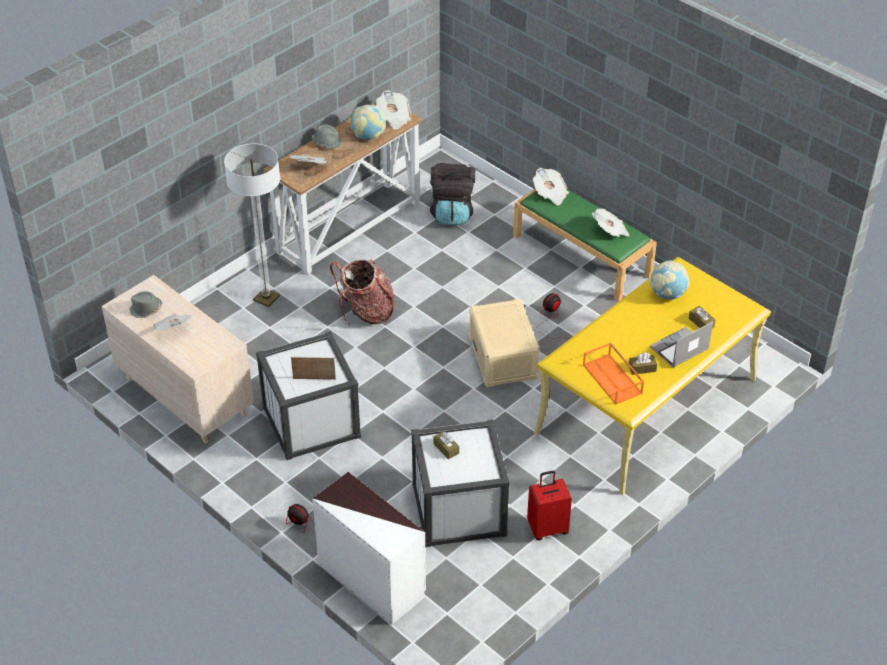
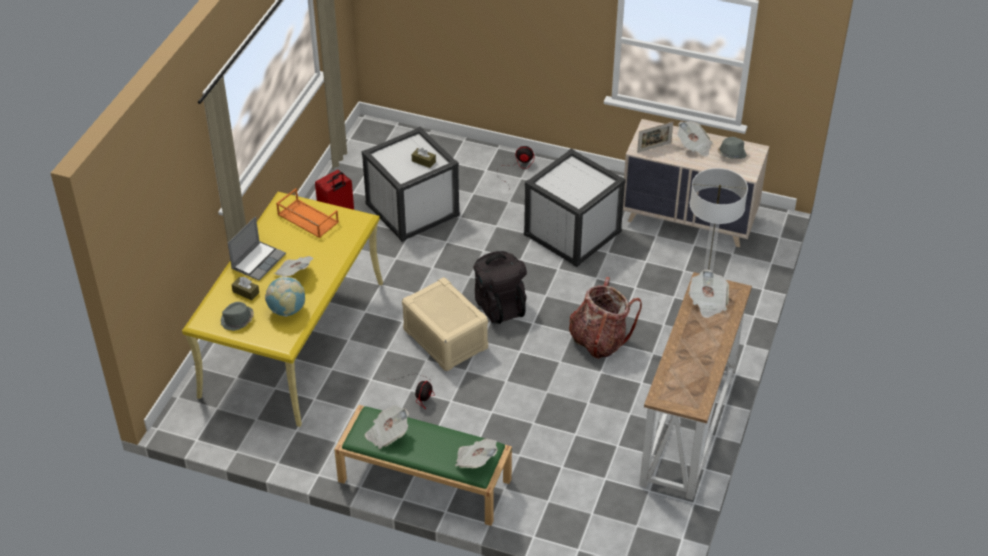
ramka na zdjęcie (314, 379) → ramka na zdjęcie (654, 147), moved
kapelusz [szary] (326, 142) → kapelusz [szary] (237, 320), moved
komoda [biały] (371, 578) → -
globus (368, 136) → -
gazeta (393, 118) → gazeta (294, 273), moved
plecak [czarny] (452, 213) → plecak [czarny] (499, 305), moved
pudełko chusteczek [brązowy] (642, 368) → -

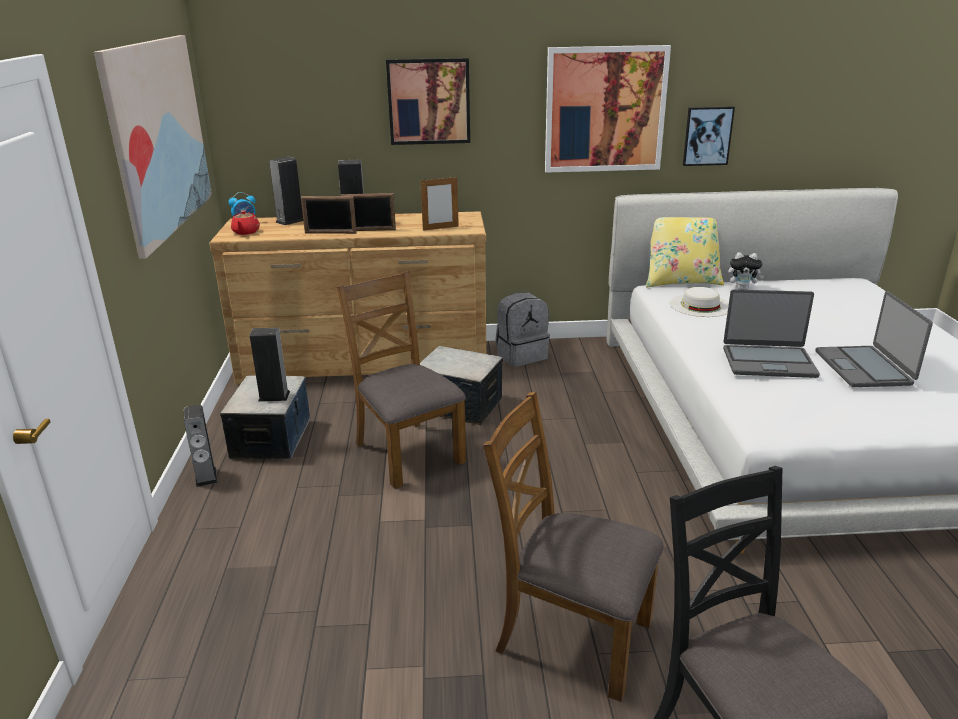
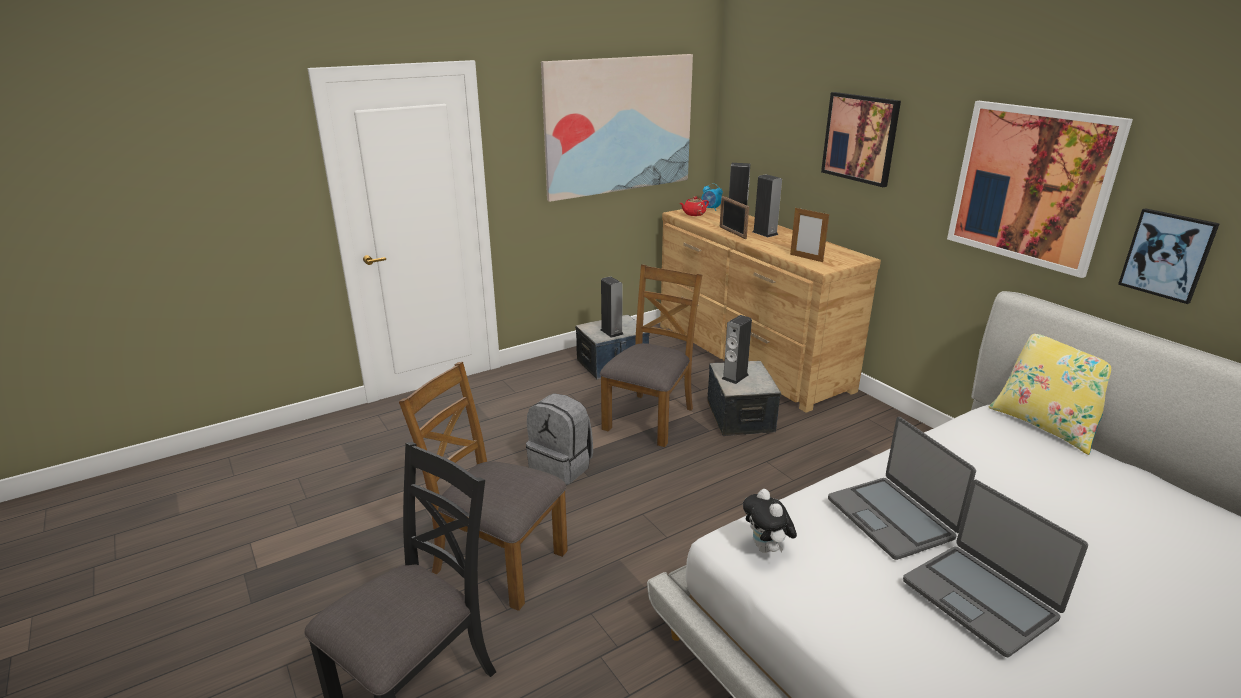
głośnik (206, 477) → głośnik (735, 377), moved
ramka na zdjęcie (370, 230) → -
krzesło [brązowy] (572, 636) → krzesło [brązowy] (498, 561), 60 degrees counterclockwise
plecak [szary] (521, 355) → plecak [szary] (562, 466), moved
kapelusz [biały] (700, 305) → -
pluszak (742, 289) → pluszak (766, 549), moved
laptop (864, 368) → laptop (980, 599), 90 degrees counterclockwise

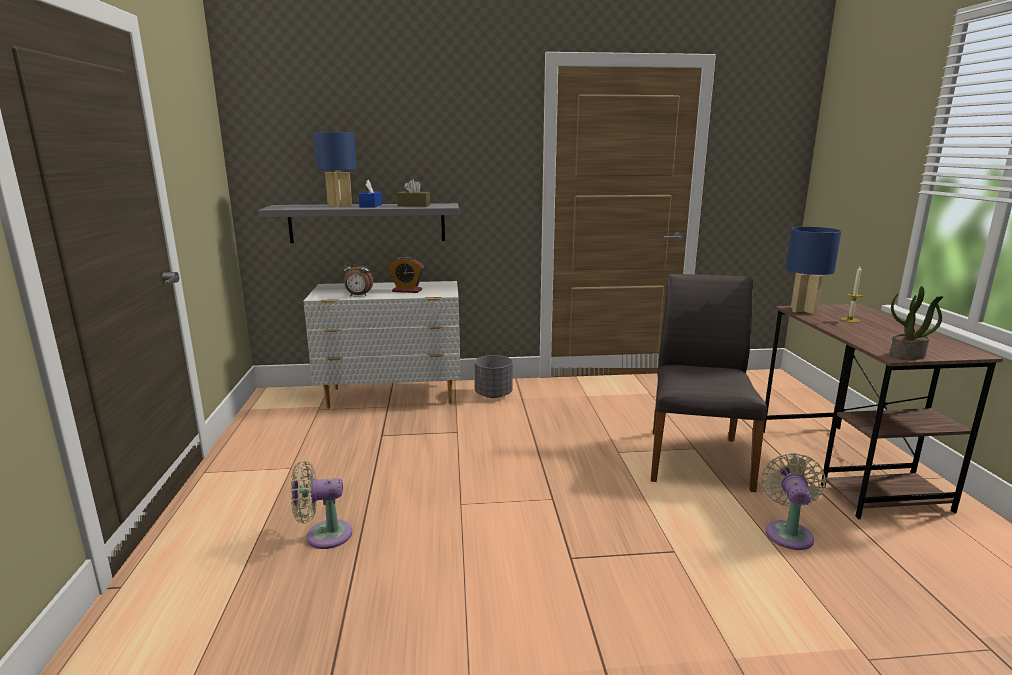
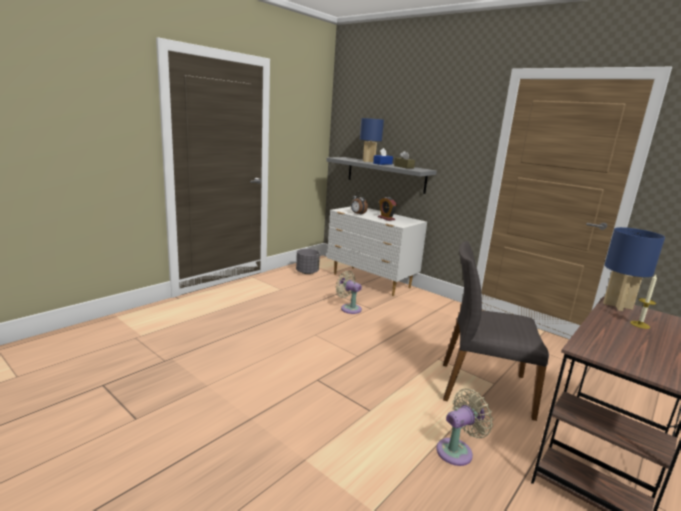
wentylator [beżowy] (324, 535) → wentylator [beżowy] (349, 308), moved
donica [szary] (493, 394) → donica [szary] (307, 272), moved
krzesło [szary] (697, 458) → krzesło [szary] (483, 388), 135 degrees counterclockwise
roślina doniczkowa (907, 356) → -

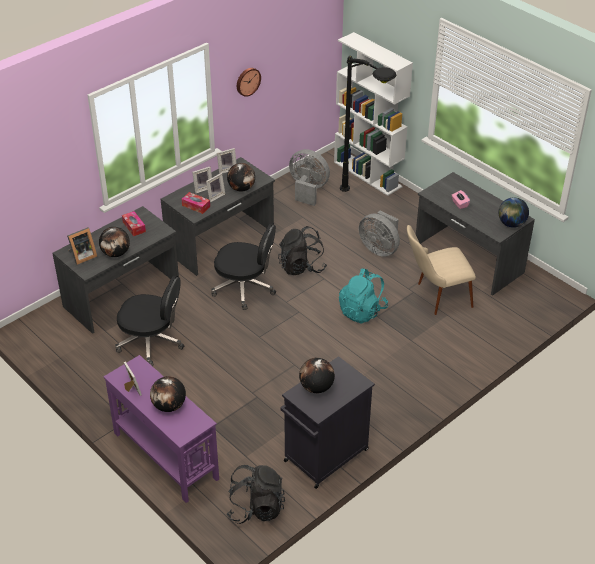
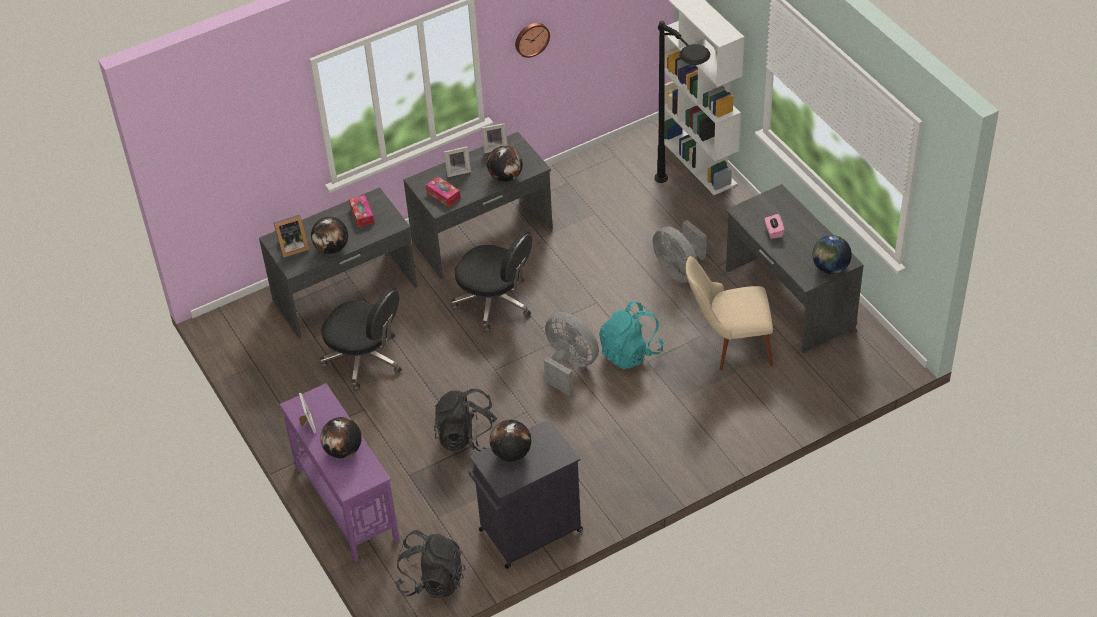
ramka na zdjęcie (215, 196) → -
plecak [czarny] (302, 267) → plecak [czarny] (467, 437), moved
wentylator [szary] (308, 190) → wentylator [szary] (569, 366), moved

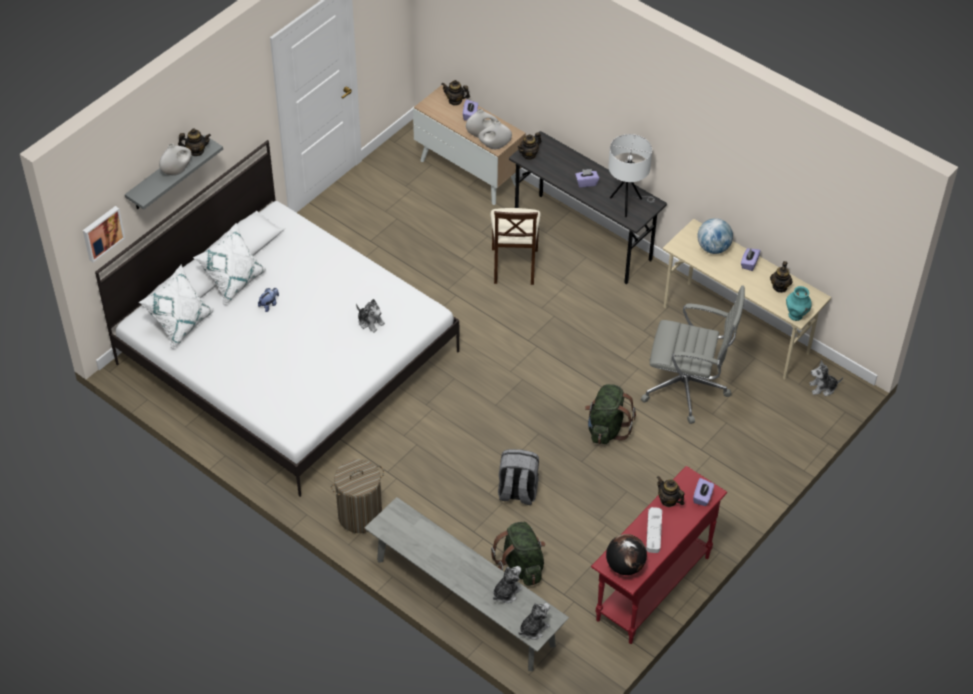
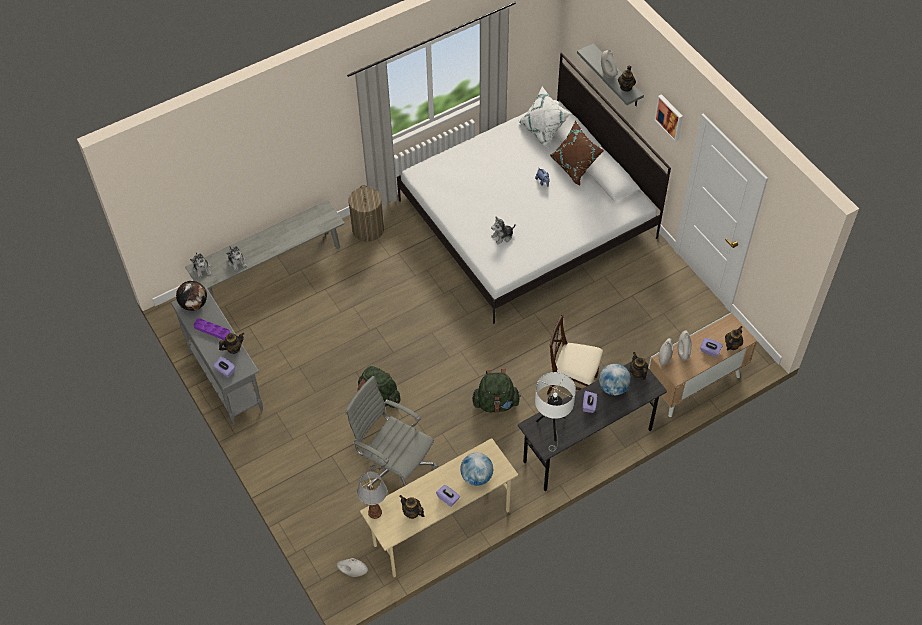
obraz (102, 233) → obraz (670, 117), moved
poduszka [biały] (233, 281) → poduszka [brązowy] (574, 166)
plecak [zielony] (521, 566) → plecak [zielony] (496, 403), moved
plecak [szary] (517, 492) → -
stolik konsolowy [czerwony] (652, 588) → stolik konsolowy [szary] (226, 380)
krzesło biurowe [szary] (687, 388) → krzesło biurowe [szary] (394, 468), 90 degrees clockwise
taca [szary] (654, 531) → taca [fioletowy] (212, 330)
wazon [turkusowy] (796, 316) → lampa stołowa (375, 512)
pluszak (823, 387) → wazon [biały] (353, 572)
- → globus (613, 387)

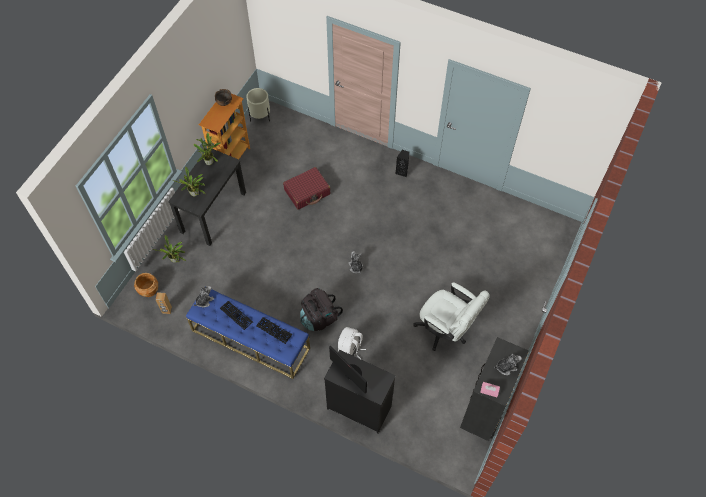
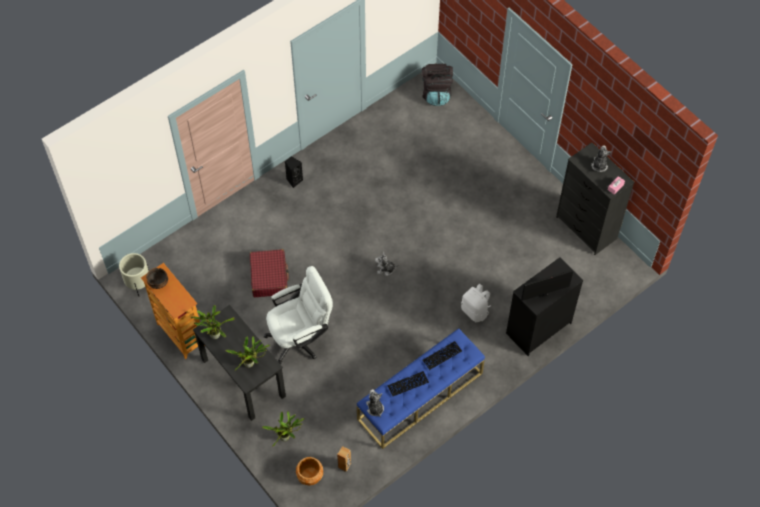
plecak [czarny] (319, 318) → plecak [czarny] (436, 93), moved
krzesło biurowe [biały] (446, 331) → krzesło biurowe [biały] (300, 337), moved

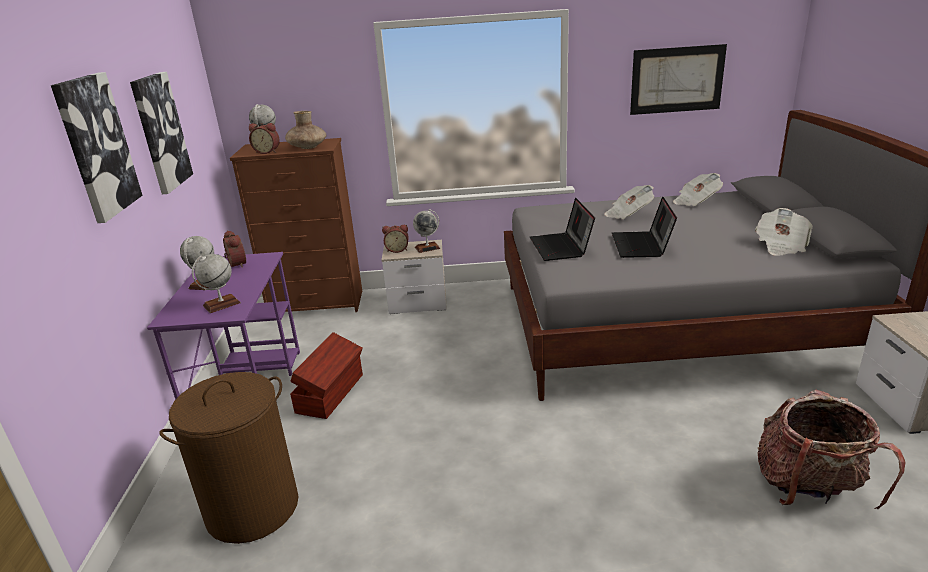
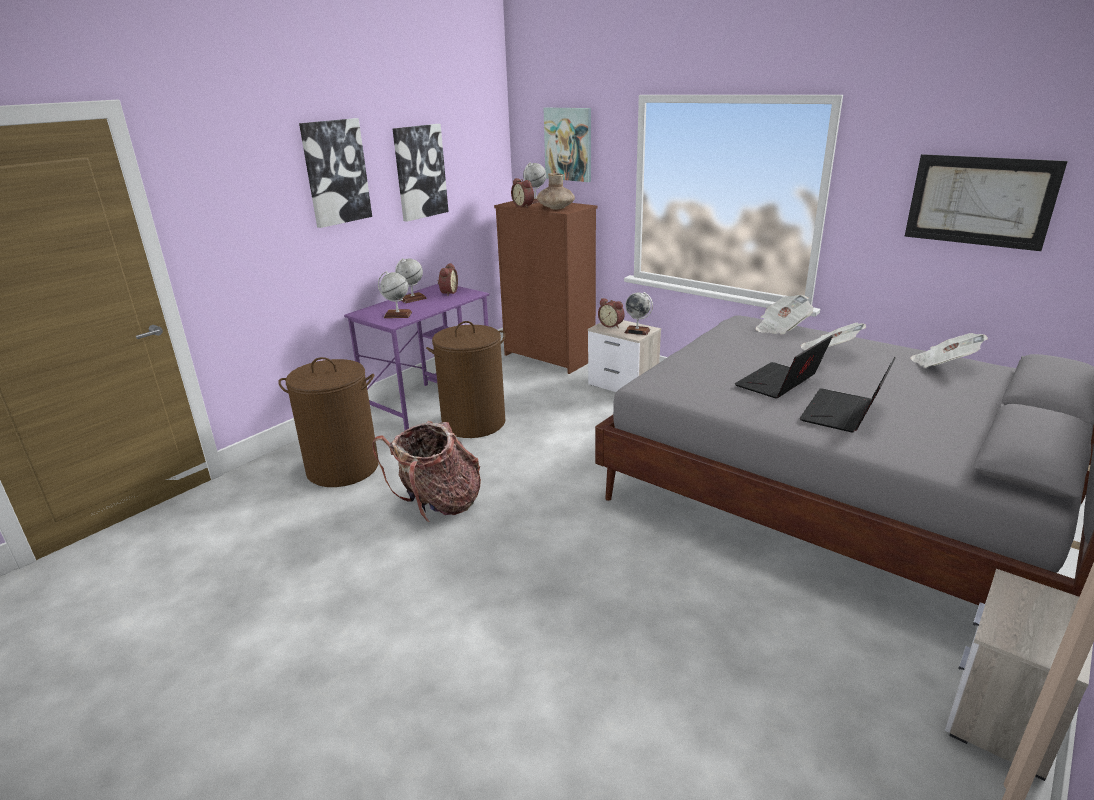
pojemnik do przechowywania [brązowy] (331, 393) → kosz na pranie [brązowy] (473, 423)
laptop (561, 247) → laptop (844, 413), moved
gazeta (780, 246) → gazeta (781, 328), moved
plecak (809, 489) → plecak (438, 505), moved
- → obraz (568, 144)

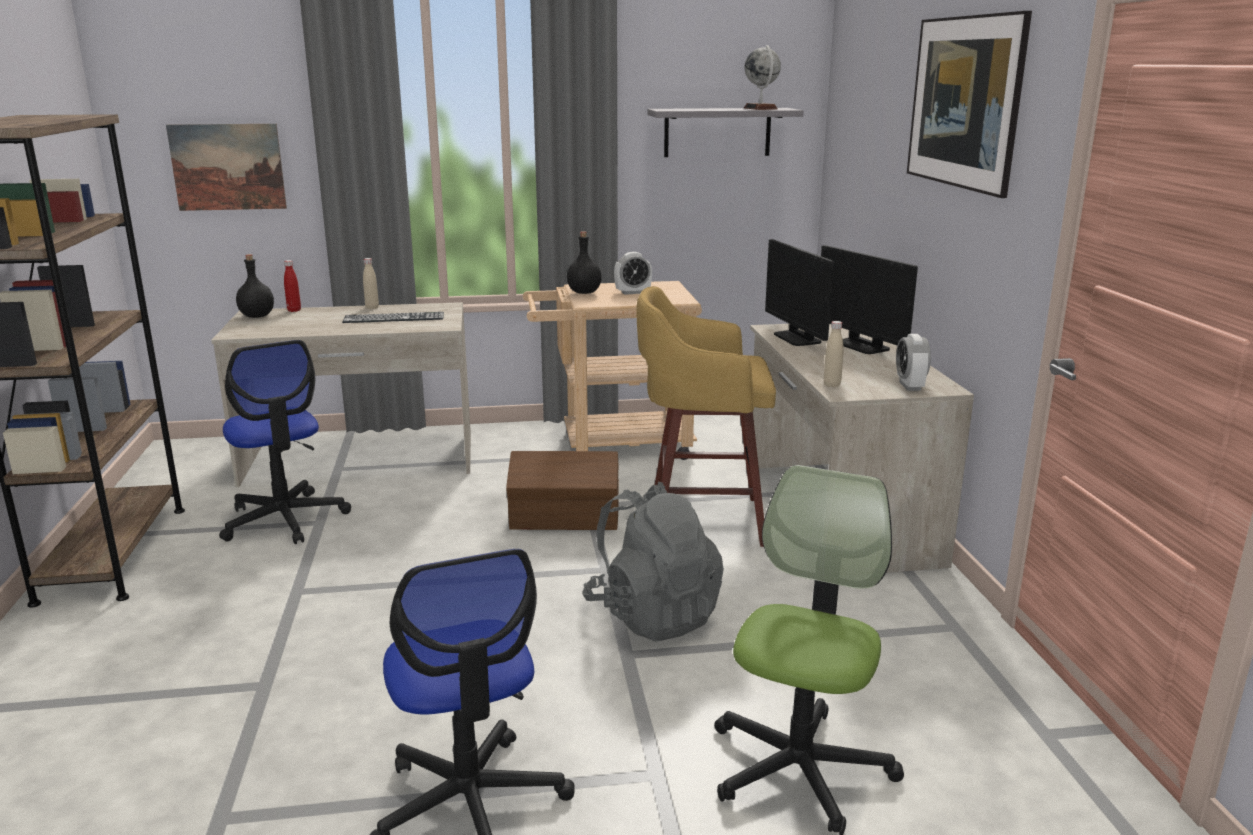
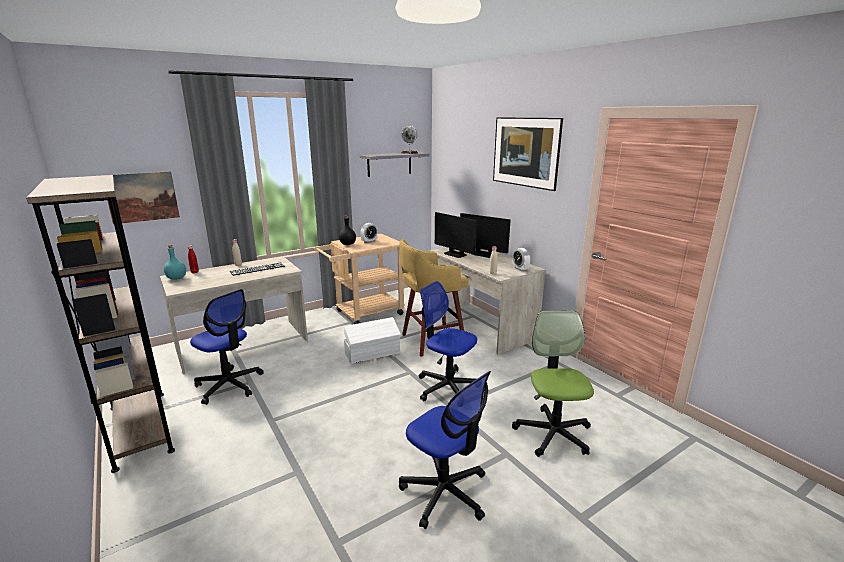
butelka [czarny] (257, 316) → butelka [turkusowy] (176, 278)
pojemnik do przechowywania [brązowy] (565, 519) → pojemnik do przechowywania [biały] (373, 353)
plecak [szary] (653, 615) → krzesło biurowe (447, 387)

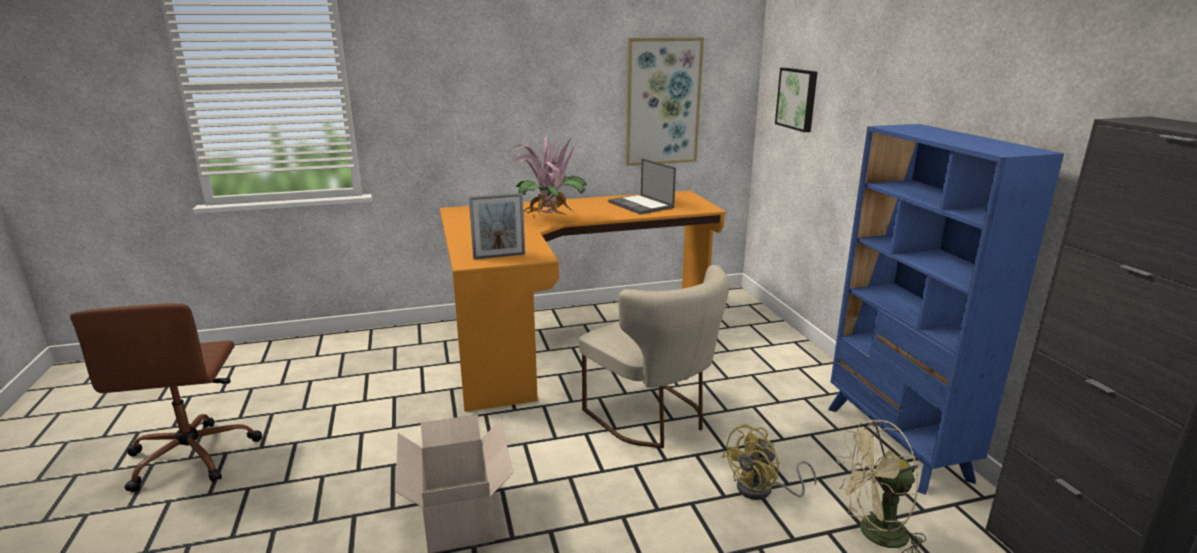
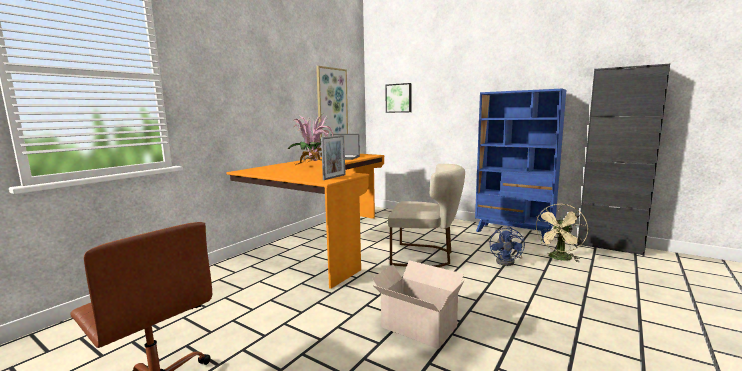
wentylator [żółty] (762, 490) → wentylator [niebieski] (508, 261)

